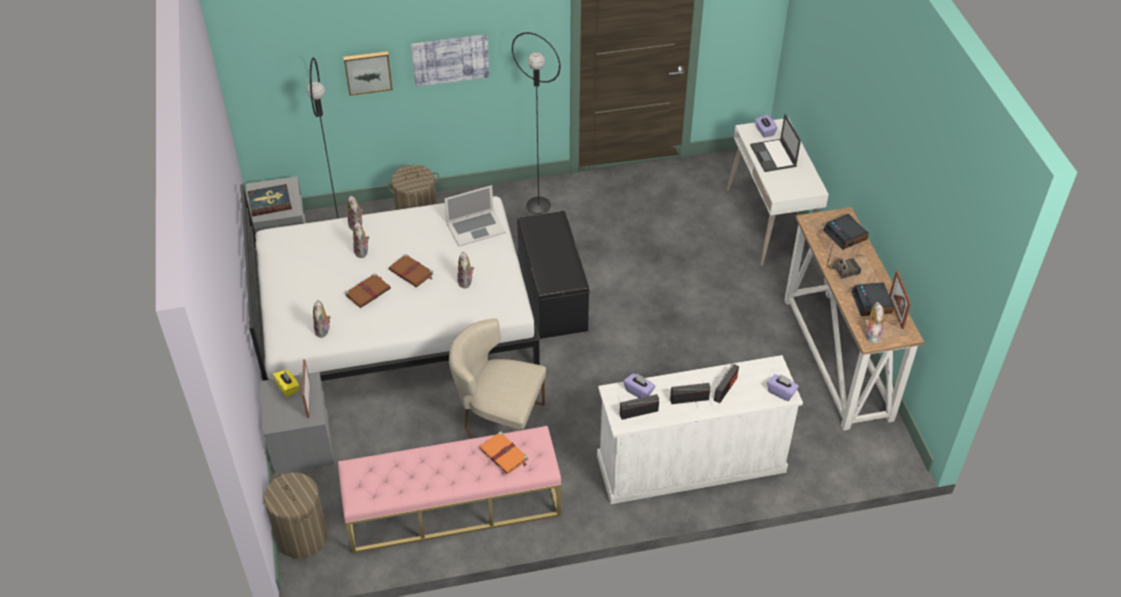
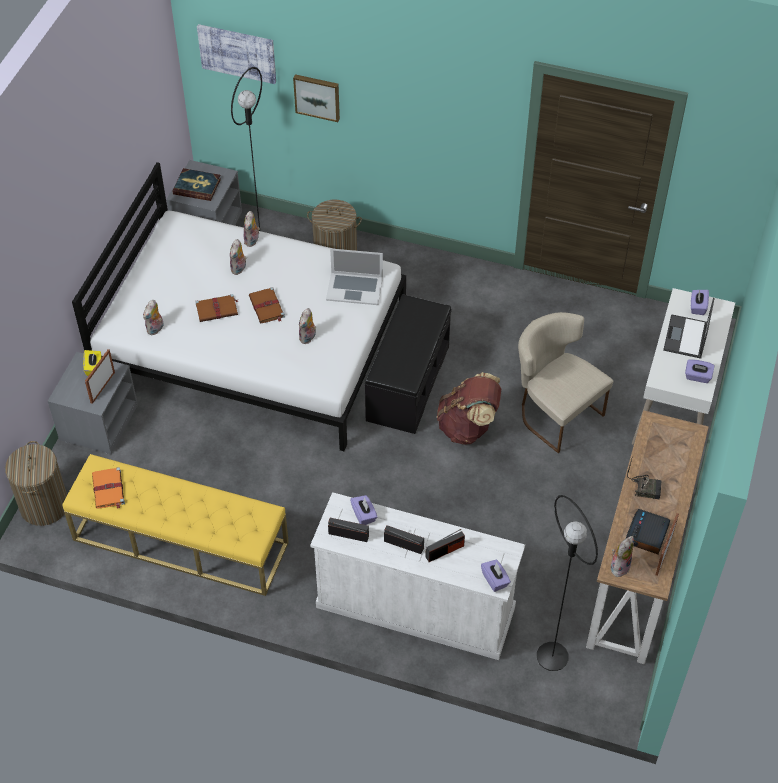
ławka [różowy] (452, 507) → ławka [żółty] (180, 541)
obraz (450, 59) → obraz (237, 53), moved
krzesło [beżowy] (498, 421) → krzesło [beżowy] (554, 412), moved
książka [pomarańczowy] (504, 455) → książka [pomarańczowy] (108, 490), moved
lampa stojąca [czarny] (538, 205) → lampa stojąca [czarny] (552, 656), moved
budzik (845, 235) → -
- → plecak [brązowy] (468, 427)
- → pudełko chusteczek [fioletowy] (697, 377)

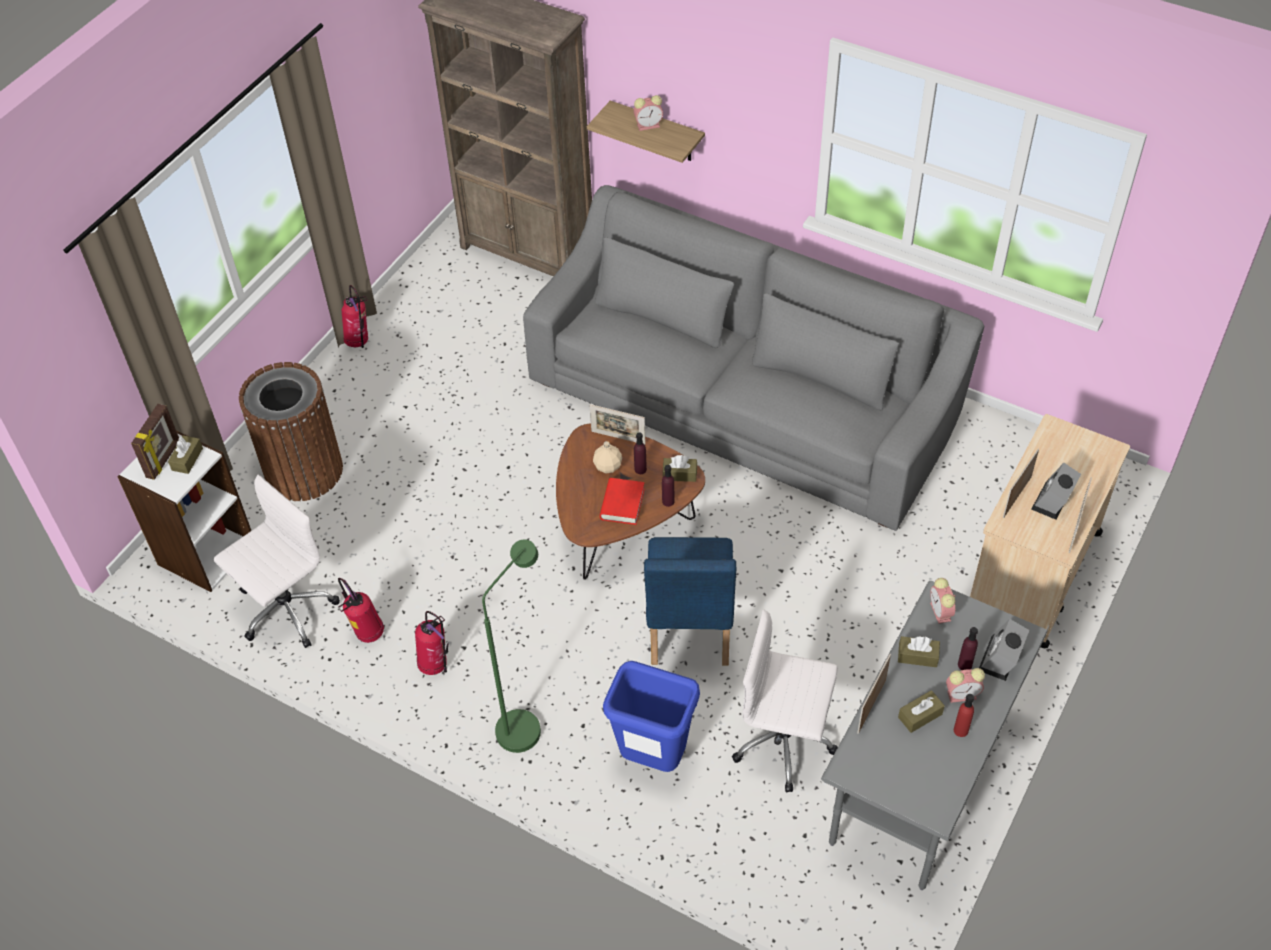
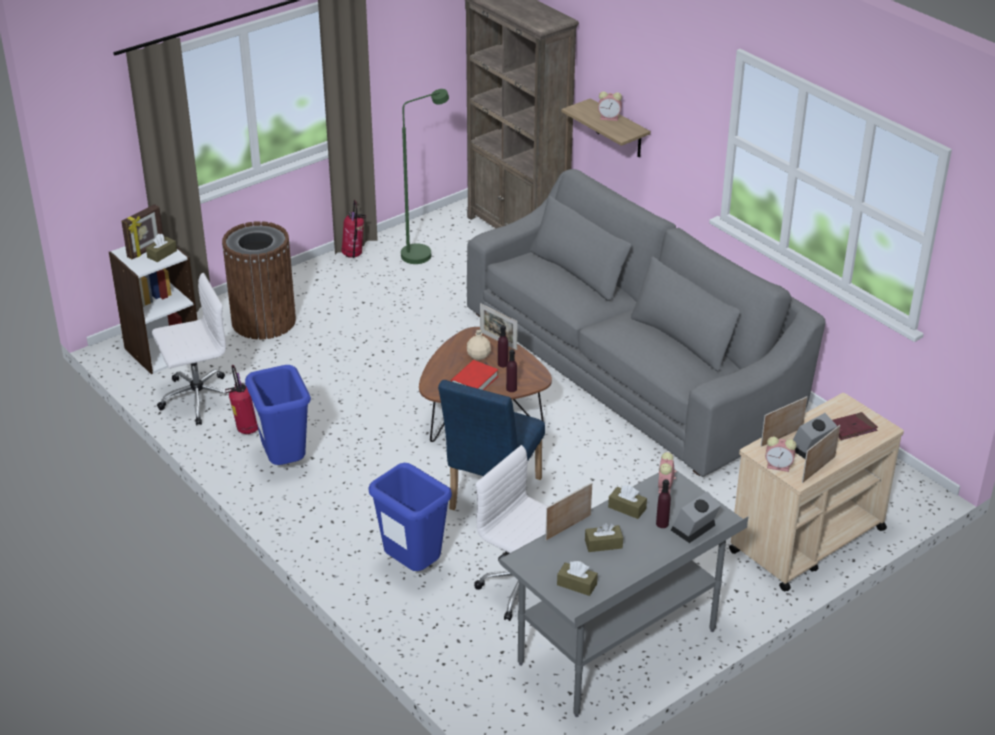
gaśnica (436, 665) → kosz na śmieci [niebieski] (284, 462)
lampa stojąca [zielony] (524, 722) → lampa stojąca [zielony] (423, 252), moved
pudełko chusteczek [brązowy] (679, 474) → pudełko chusteczek [brązowy] (577, 584), moved
budzik (963, 694) → budzik (779, 466), moved
butelka [czerwony] (960, 730) → -
- → książka [czerwony] (851, 428)

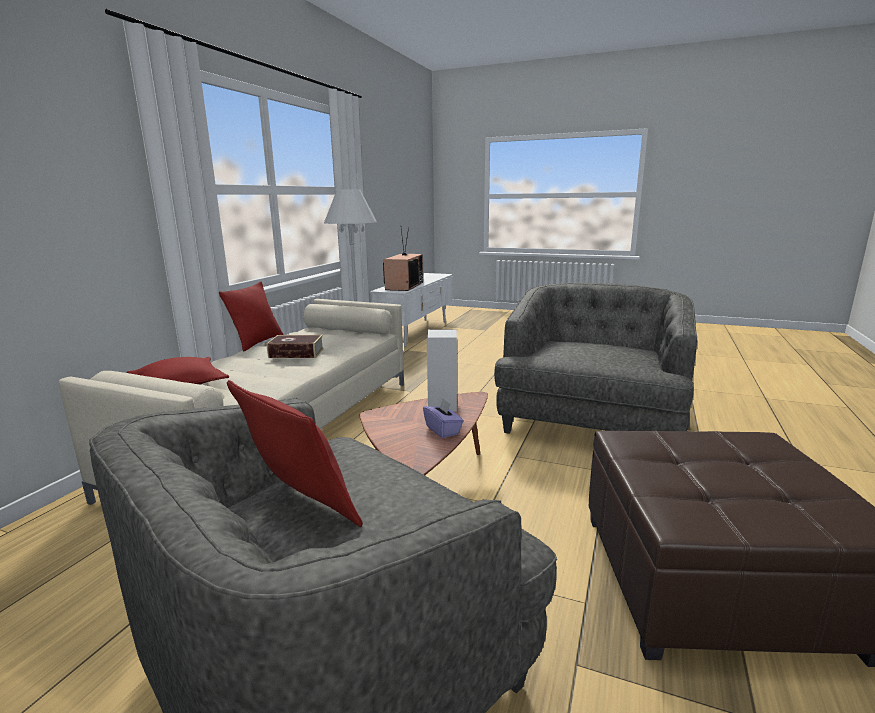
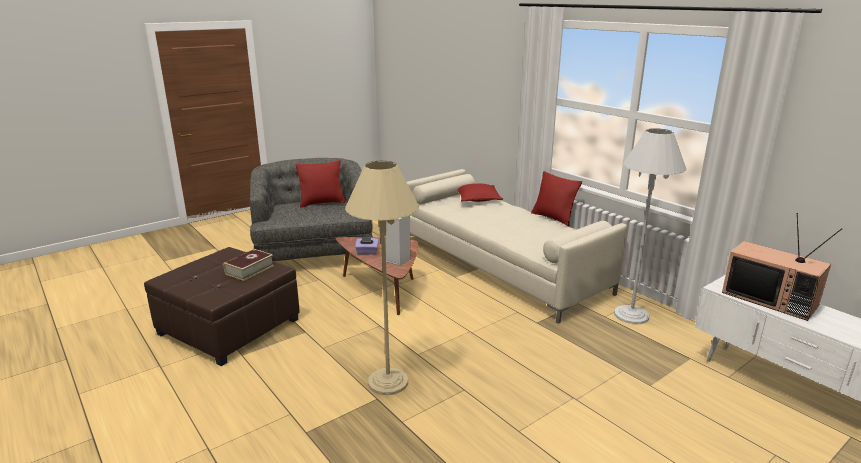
książka (296, 353) → książka (249, 269), moved
fotel [szary] (590, 422) → lampa stojąca [beżowy] (388, 382)

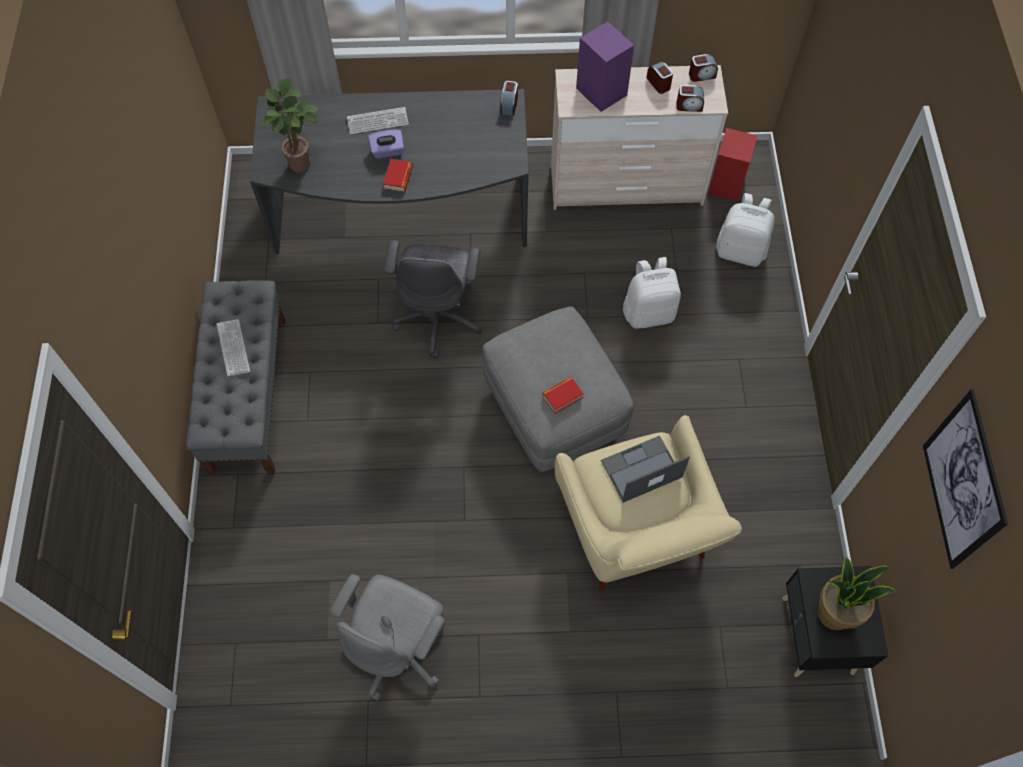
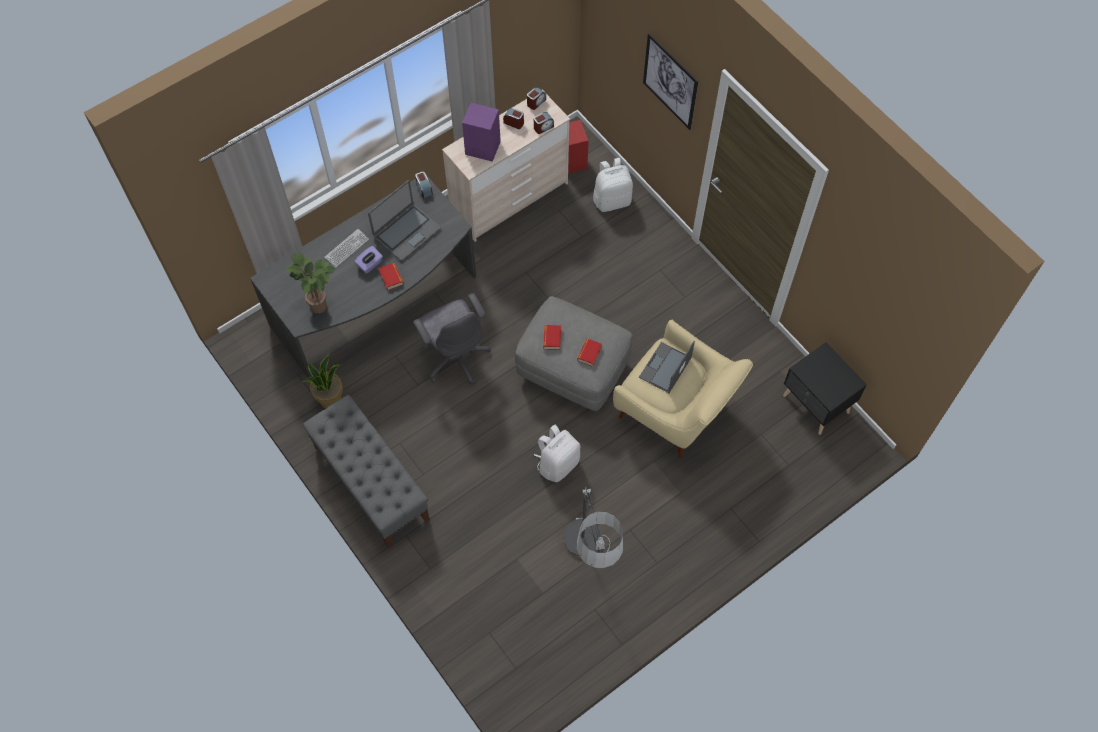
klawiatura (233, 348) → -
krzesło biurowe [szary] (398, 648) → lampa stojąca (589, 568)
plecak [biały] (648, 312) → plecak [biały] (557, 463), moved
roślina doniczkowa (834, 612) → roślina doniczkowa (330, 398), moved
obraz (963, 481) → obraz (670, 81), moved
- → laptop (406, 232)
- → książka (552, 338)

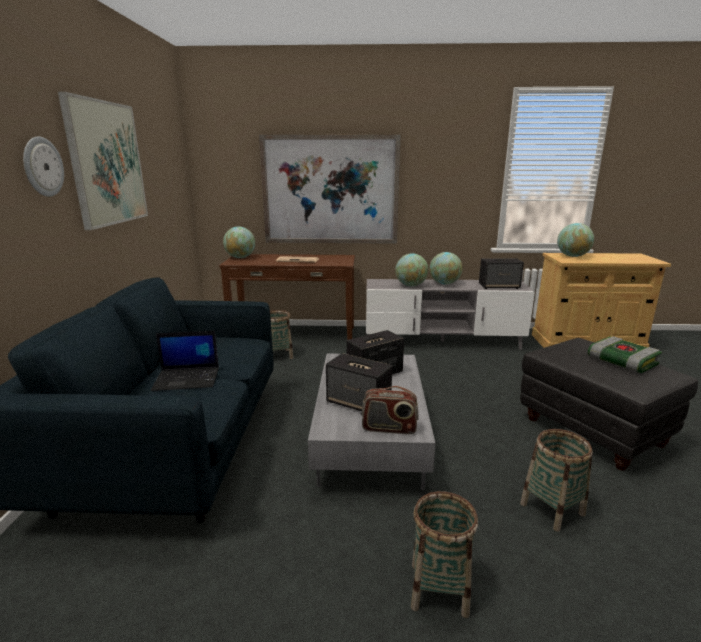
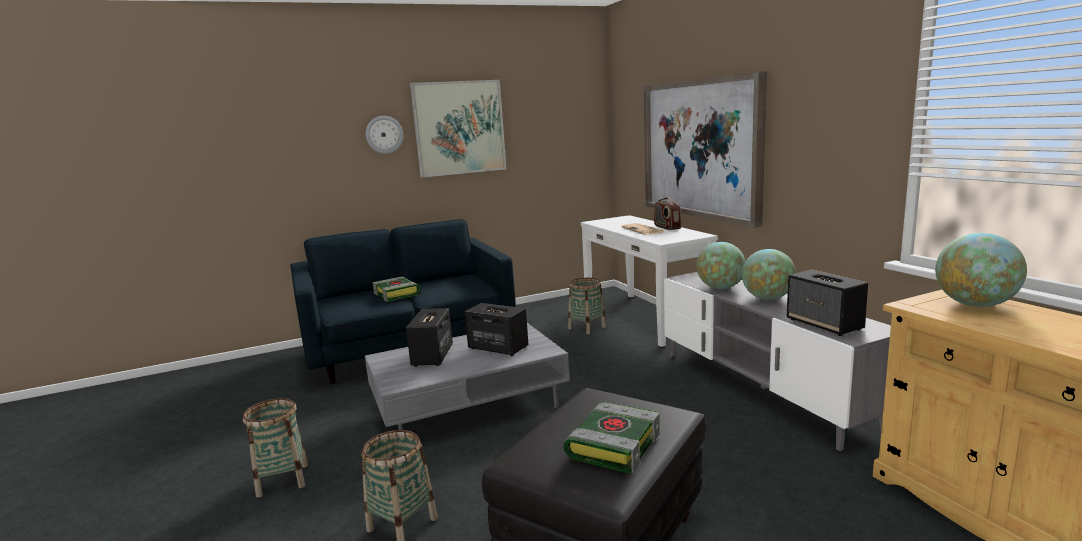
laptop (188, 379) → książka (398, 294)
stolik konsolowy [brązowy] (293, 334) → stolik konsolowy [biały] (645, 318)
globus (240, 257) → -
radio (389, 428) → radio (667, 227), moved

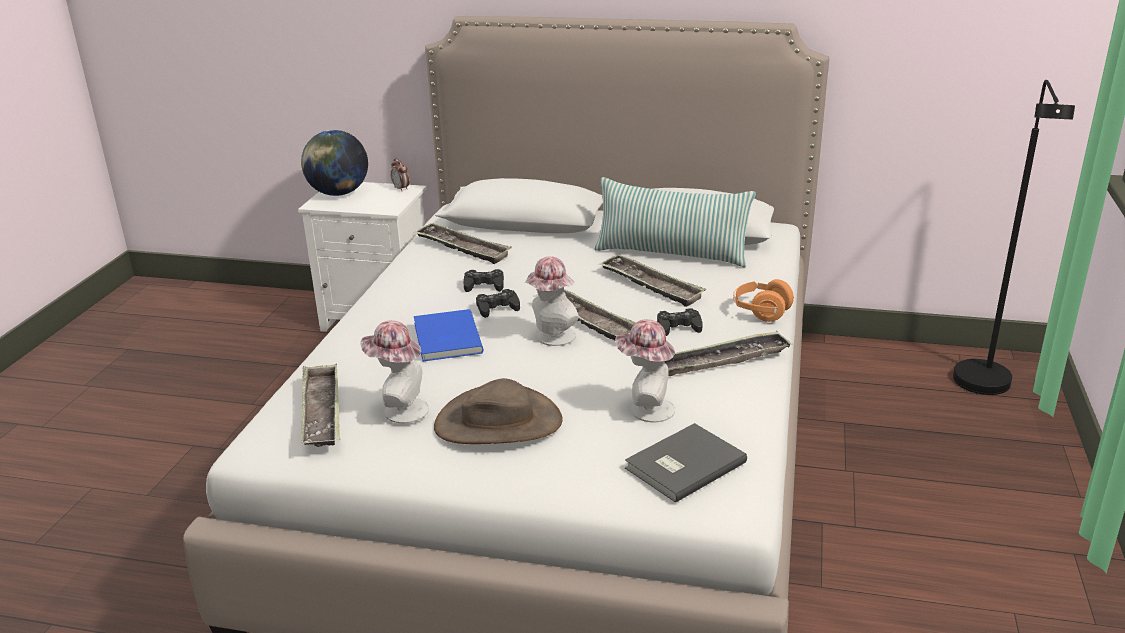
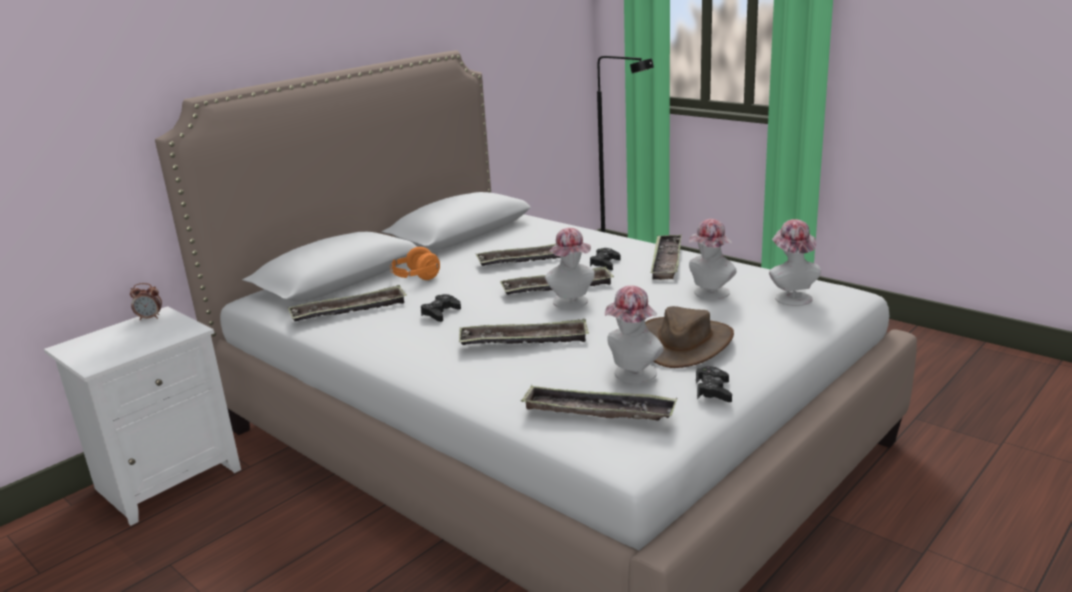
globus (338, 193) → -
książka [niebieski] (445, 339) → taca (524, 340)
pad do gier [czarny] (497, 308) → pad do gier [czarny] (713, 391), moved
poduszka (671, 254) → -
książka [szary] (682, 465) → kapelusz (790, 296)
słuchawki [pomarańczowy] (761, 312) → słuchawki [pomarańczowy] (415, 278), moved

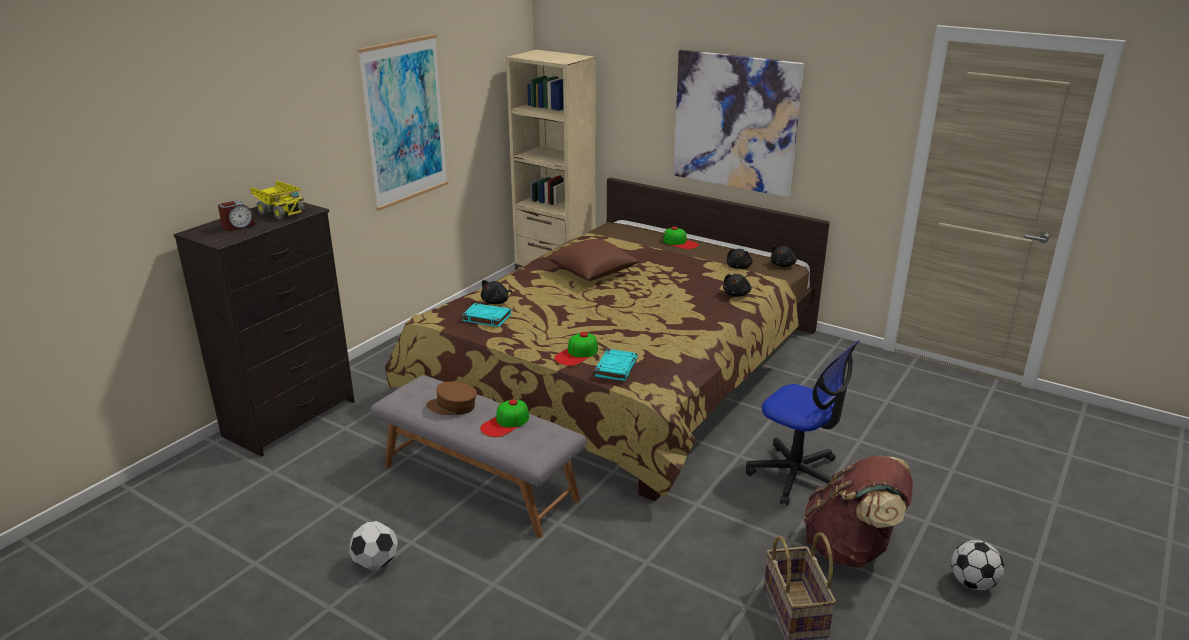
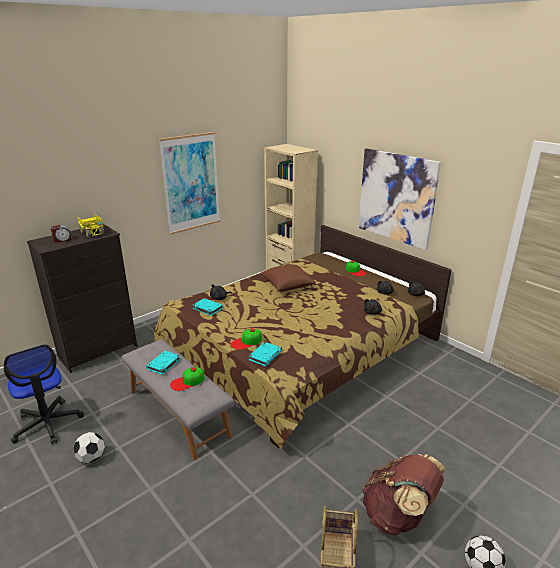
czapka z daszkiem [brązowy] (452, 406) → książka [turkusowy] (163, 364)
krzesło biurowe (796, 476) → krzesło biurowe (47, 423), moved

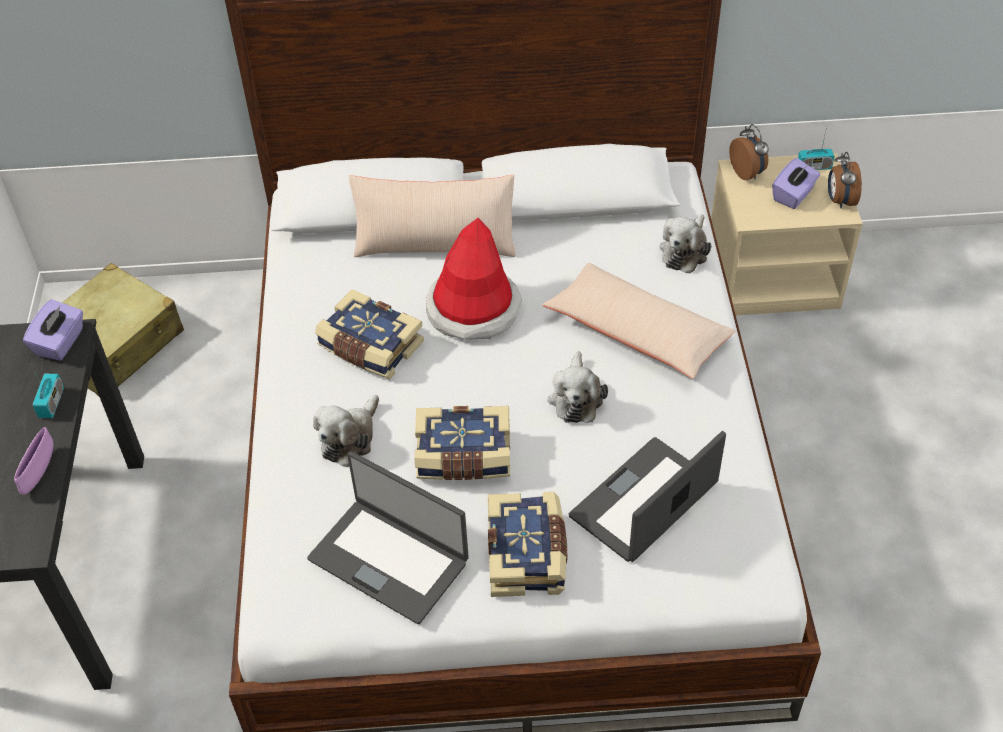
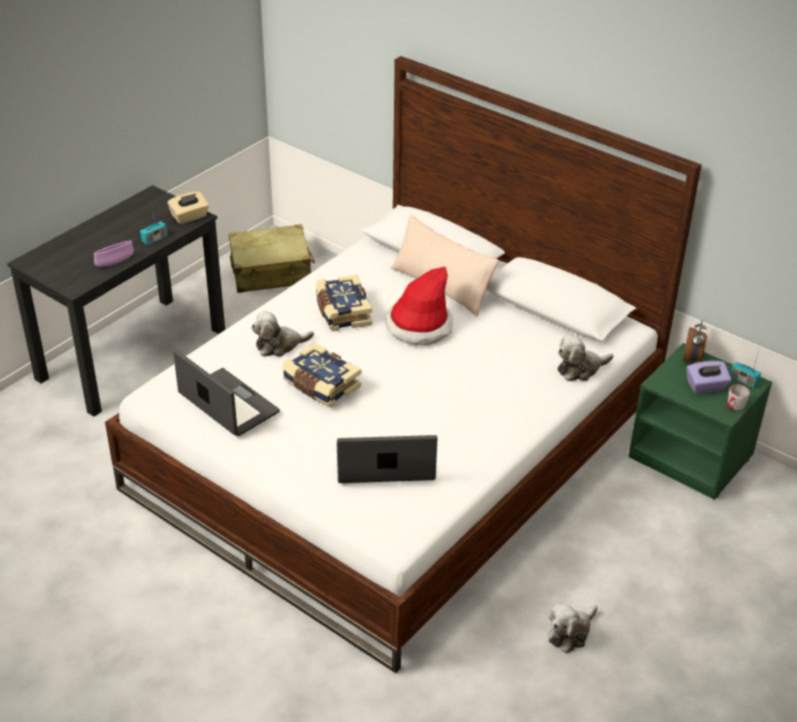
pudełko chusteczek [fioletowy] (60, 343) → pudełko chusteczek [beżowy] (189, 217)
laptop (389, 559) → laptop (227, 404), 150 degrees clockwise
książka (527, 554) → -
poduszka [beżowy] (637, 332) → -
pluszak (576, 397) → pluszak (570, 632), moved
szafka nocna [beżowy] (773, 276) → szafka nocna [zielony] (692, 456)
budzik (839, 200) → kubek [szary] (734, 407)

